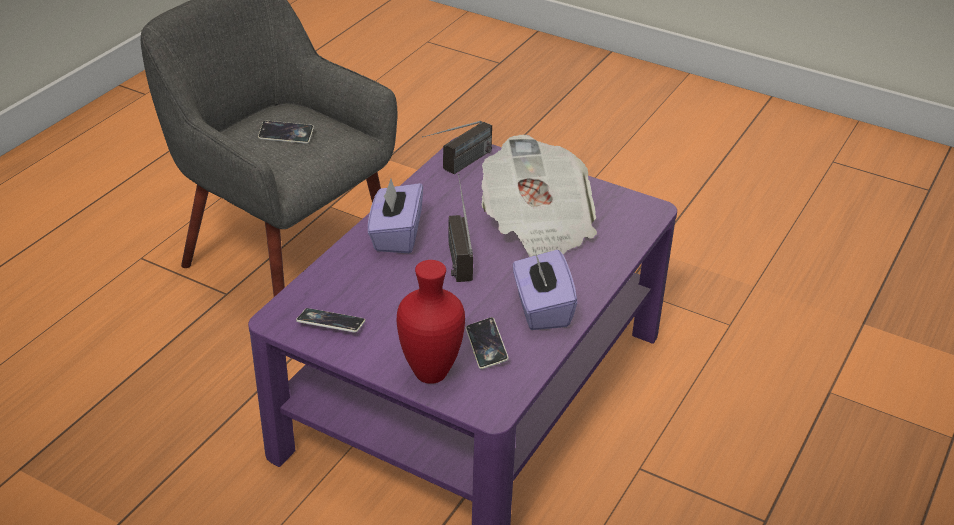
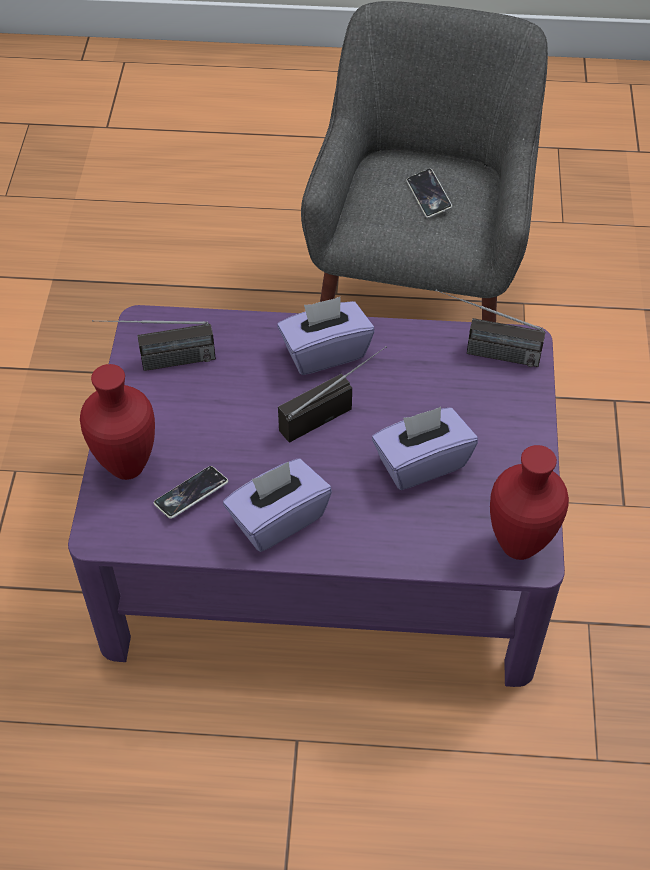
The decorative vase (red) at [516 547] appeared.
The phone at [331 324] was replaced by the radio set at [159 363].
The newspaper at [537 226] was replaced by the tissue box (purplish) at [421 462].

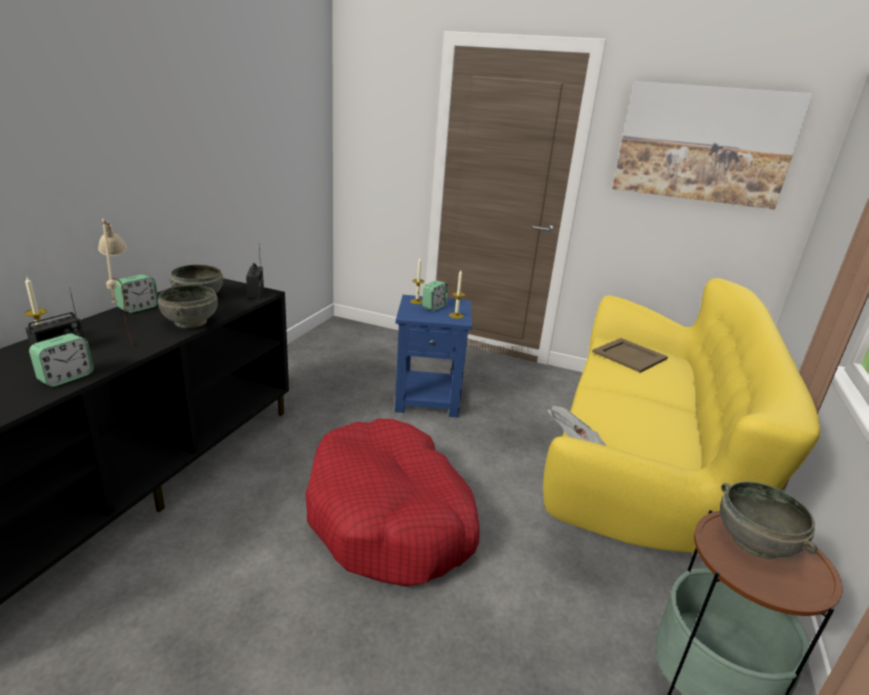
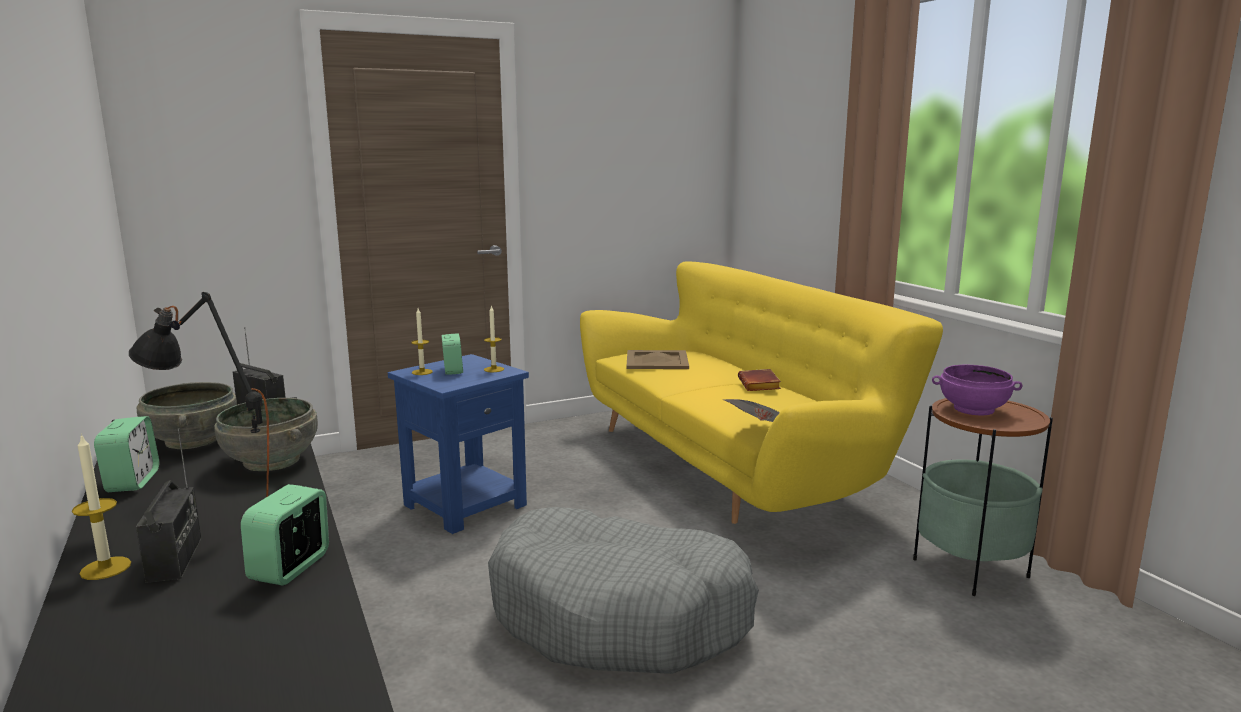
The picture at [703 144] disappeared.
The bound book (brown) at [760 385] appeared.
The lamp for a table (beige) at [124 334] became the lamp for a table (black-coloured) at [215 507].
The dog bed (red) at [391 517] became the dog bed (greyish) at [620 615].
The serving bowl (greyish) at [755 541] became the serving bowl (purplish) at [973 409].
The table clock at [66 378] turned 150 degrees counterclockwise.

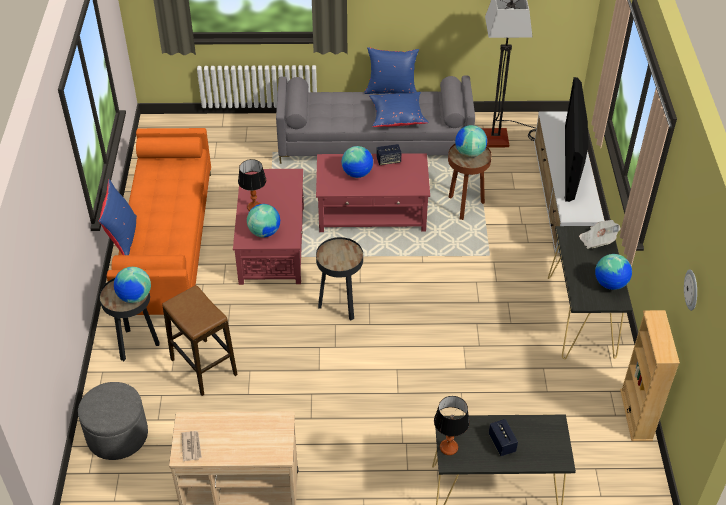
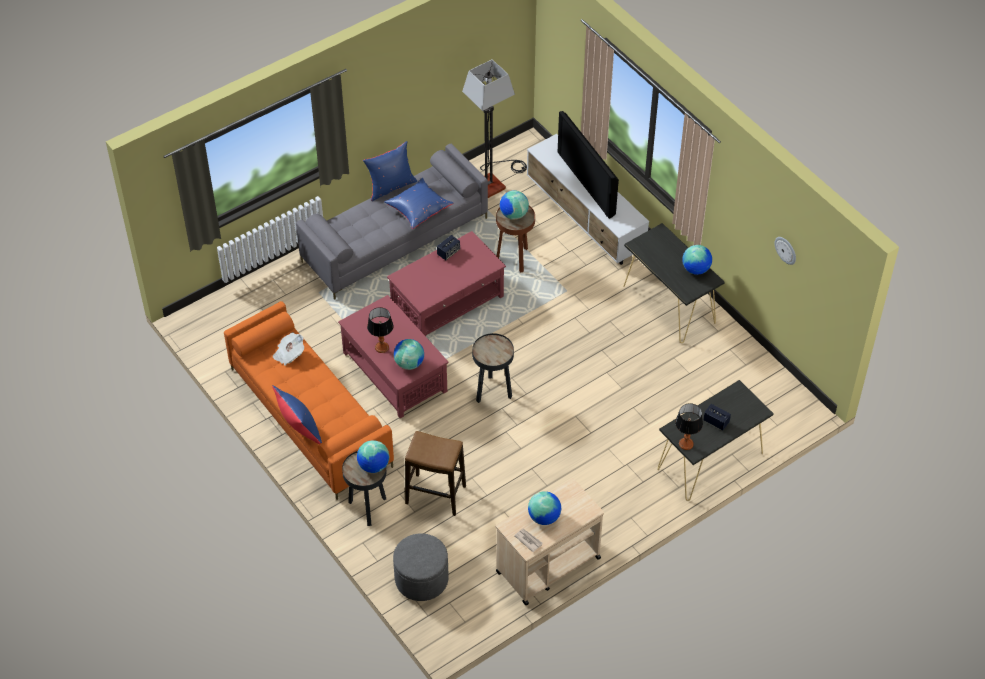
The shelving unit (beige) at [636 415] disappeared.
The desk globe moved from [357 173] to [544 517].
The newspaper moved from [597 241] to [289 354].

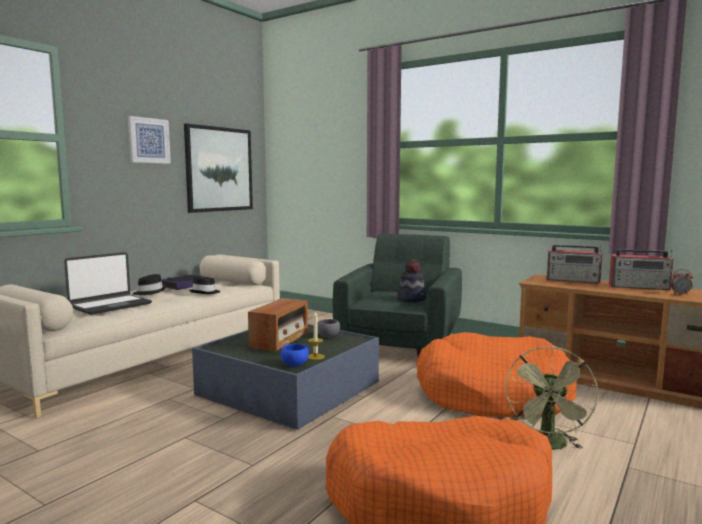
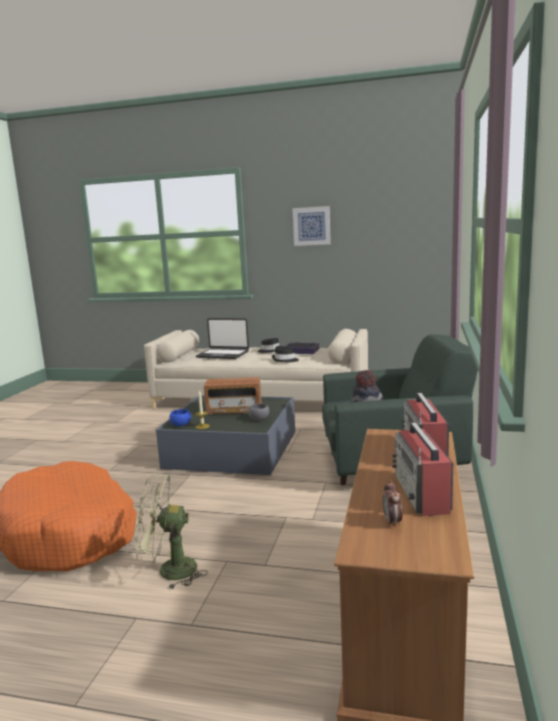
The picture at [219 169] disappeared.
The dog bed (orangey) at [492 394] disappeared.

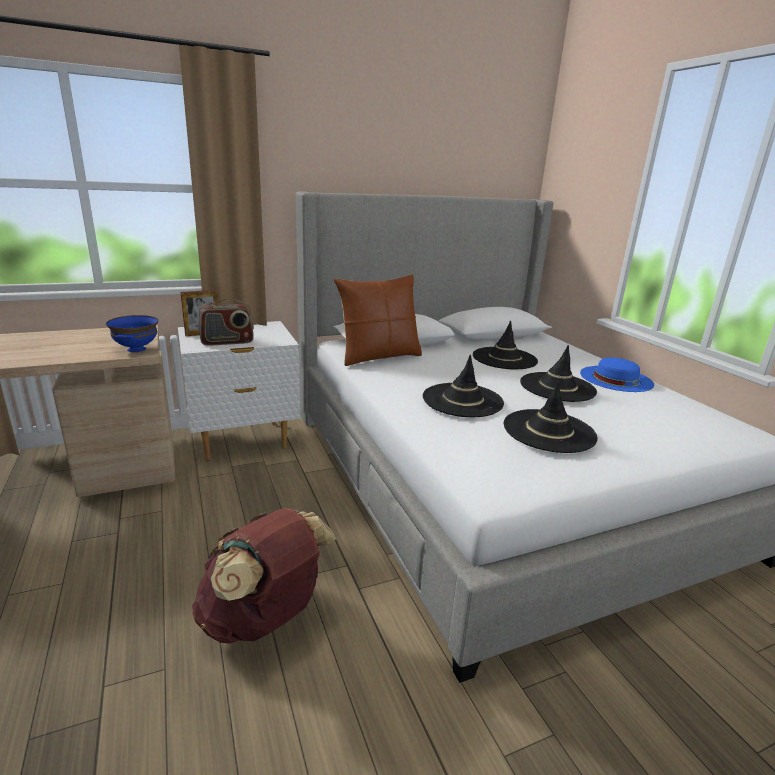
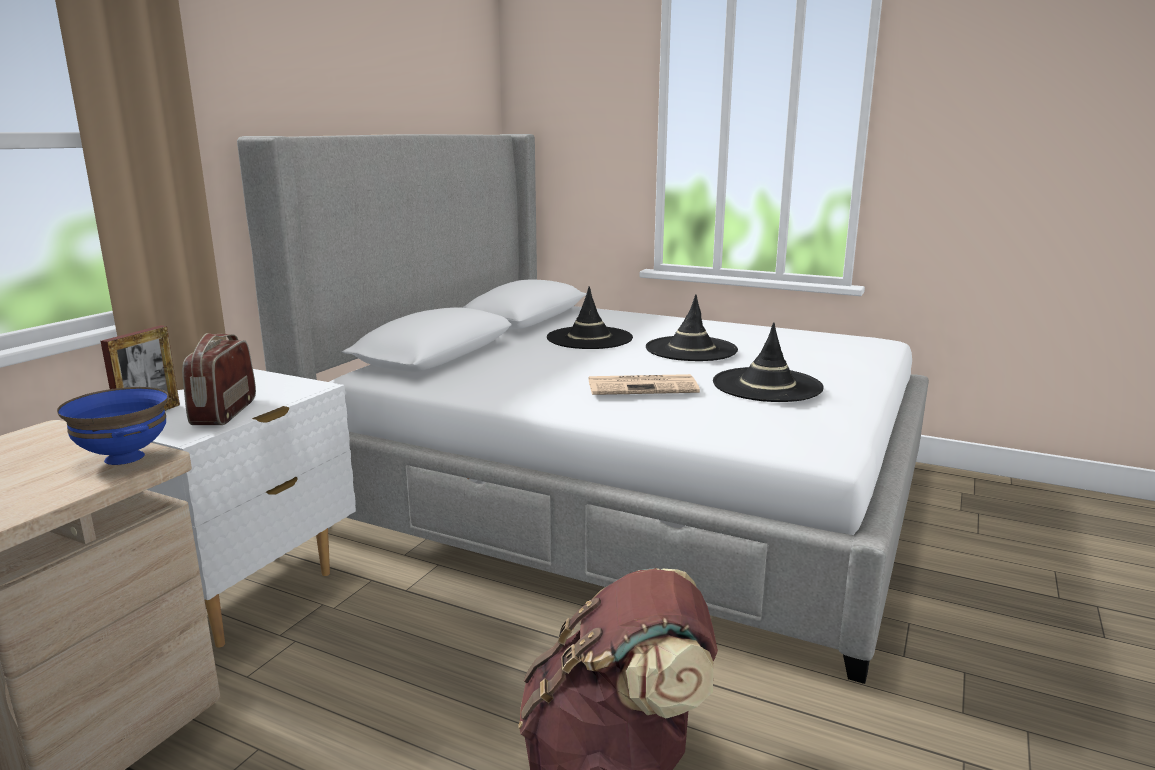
The cushion (brown) at [378 356] disappeared.
The wearable hat (blue-coloured) at [616 378] disappeared.
The wearable hat (black-coloured) at [462 400] was replaced by the newspaper at [643 386].
The radio set at [227 342] turned 150 degrees clockwise.

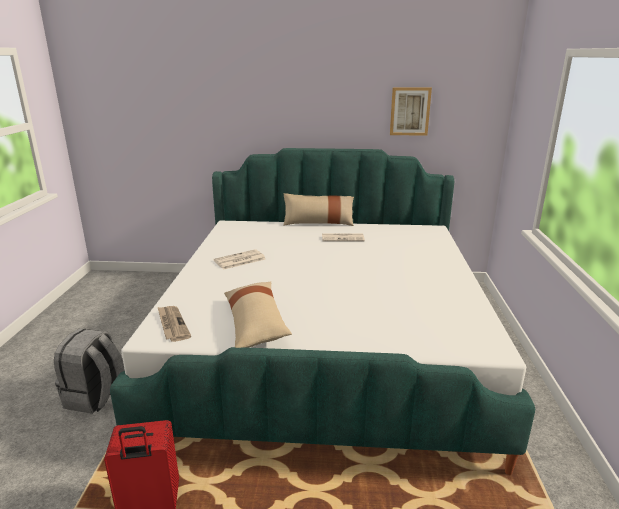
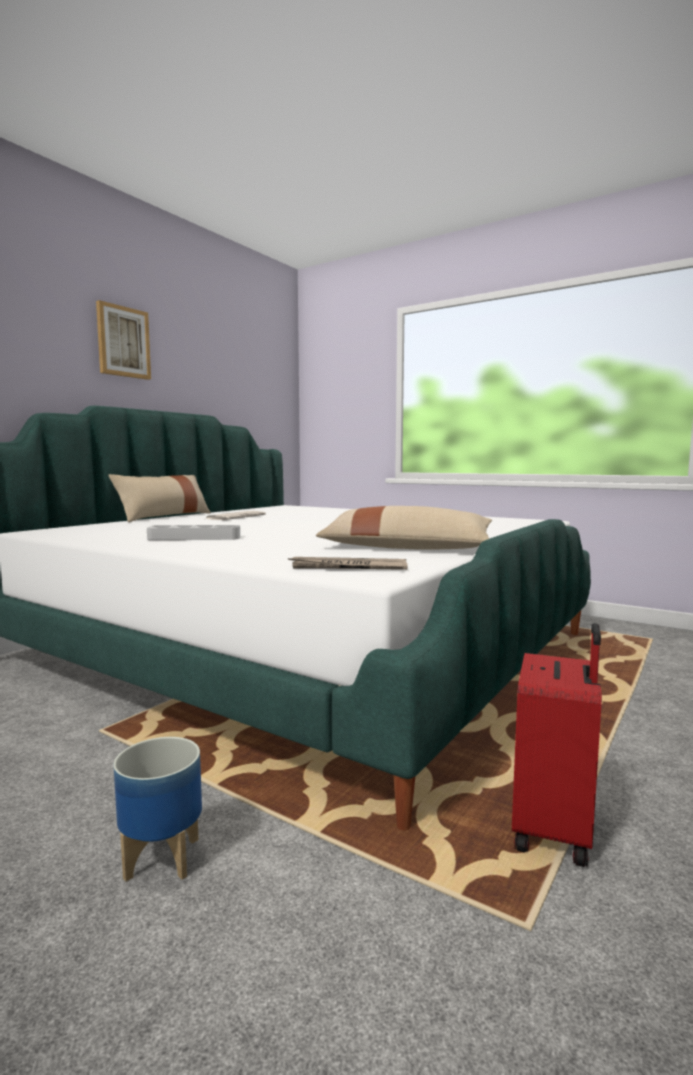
The picture moved from [410 111] to [123 342].
The backpack (greyish) at [96 397] was replaced by the planter at [163 858].
The newspaper at [239 260] was replaced by the serving tray (greyish) at [194 538].

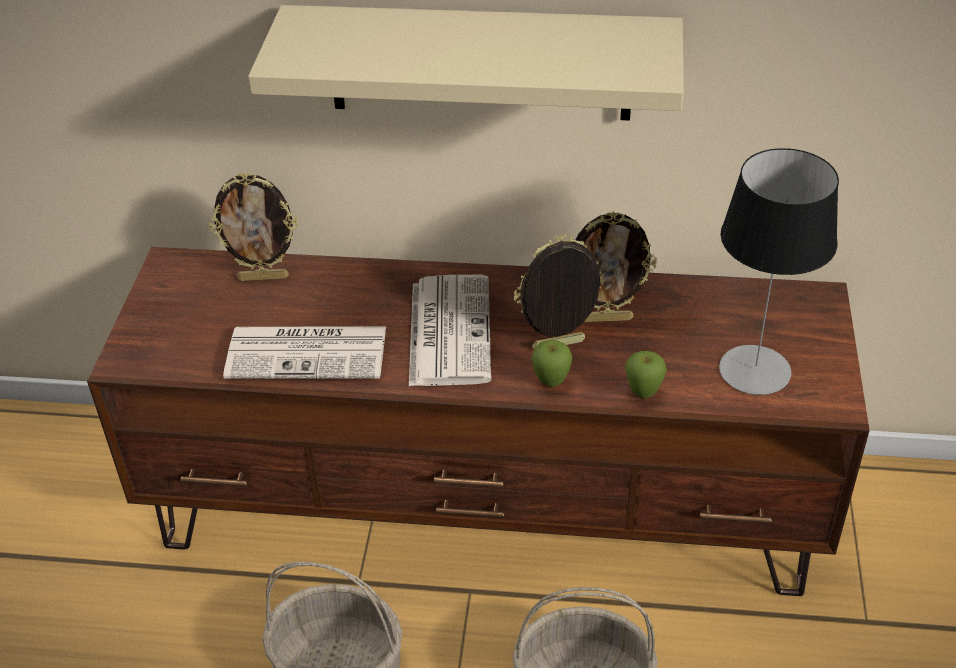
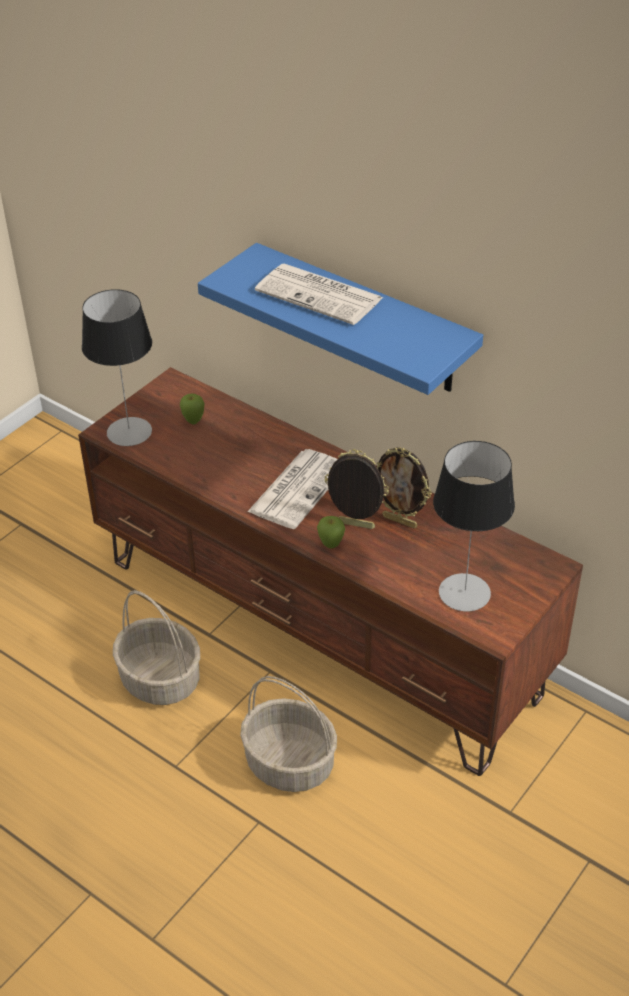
The photo frame at [263 277] disappeared.
The lamp for a table at [129 431] appeared.
The newspaper moved from [309 352] to [321 295].
The apple fruit moved from [643 394] to [193 421].
The bracket shelf (beige) at [479 63] became the bracket shelf (blue-coloured) at [364 319].

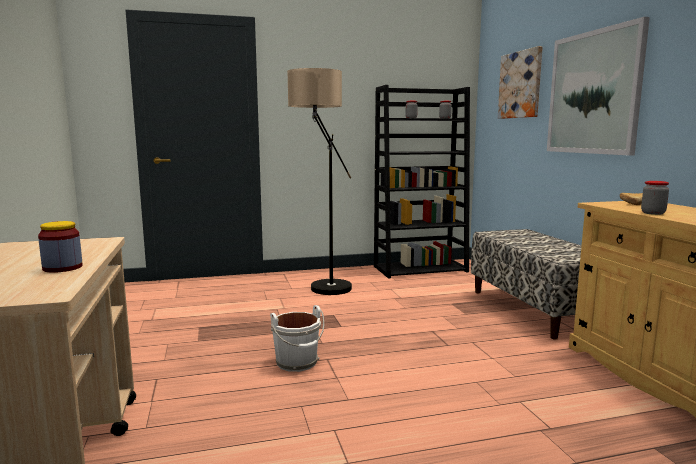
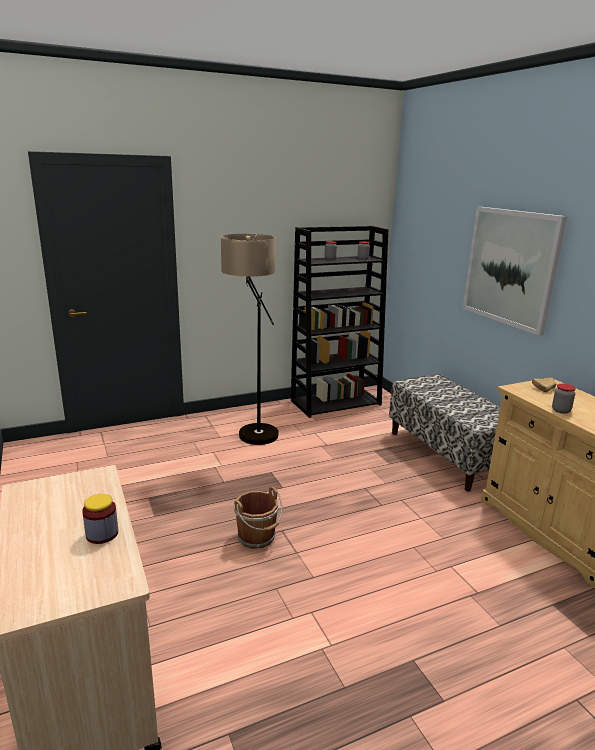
The picture at [520 85] disappeared.
The bucket (whitish) at [298 363] became the bucket (brown) at [257 538].

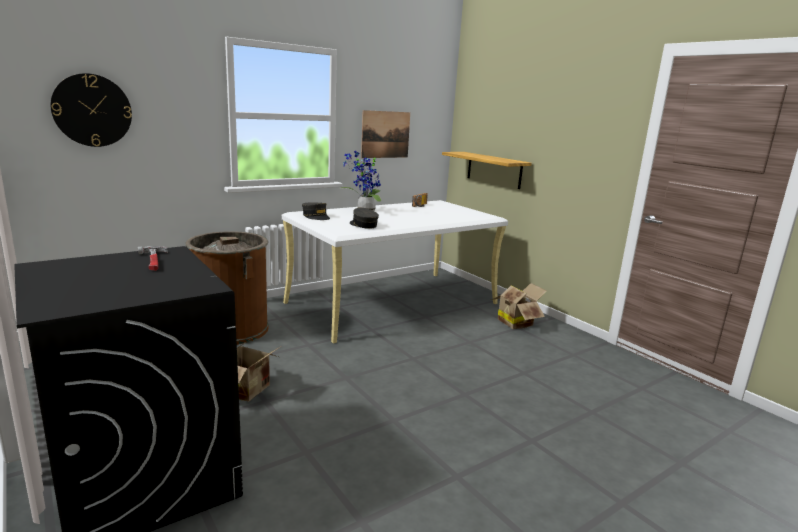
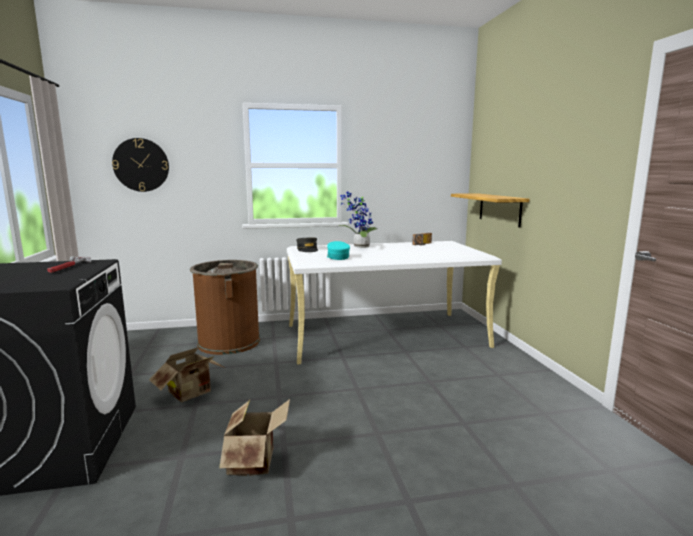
The picture at [385 134] disappeared.
The carton moved from [516 322] to [256 461].
The baseball cap (greyish) at [363 225] became the baseball cap (turquoise-coloured) at [337 257].

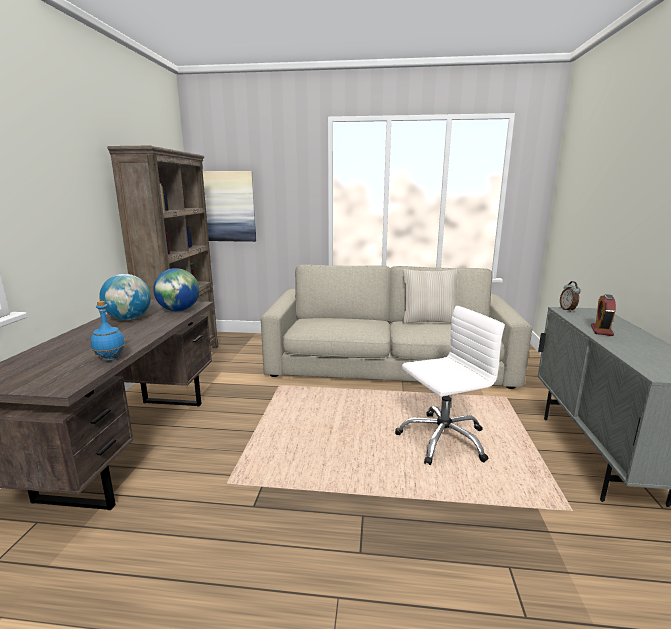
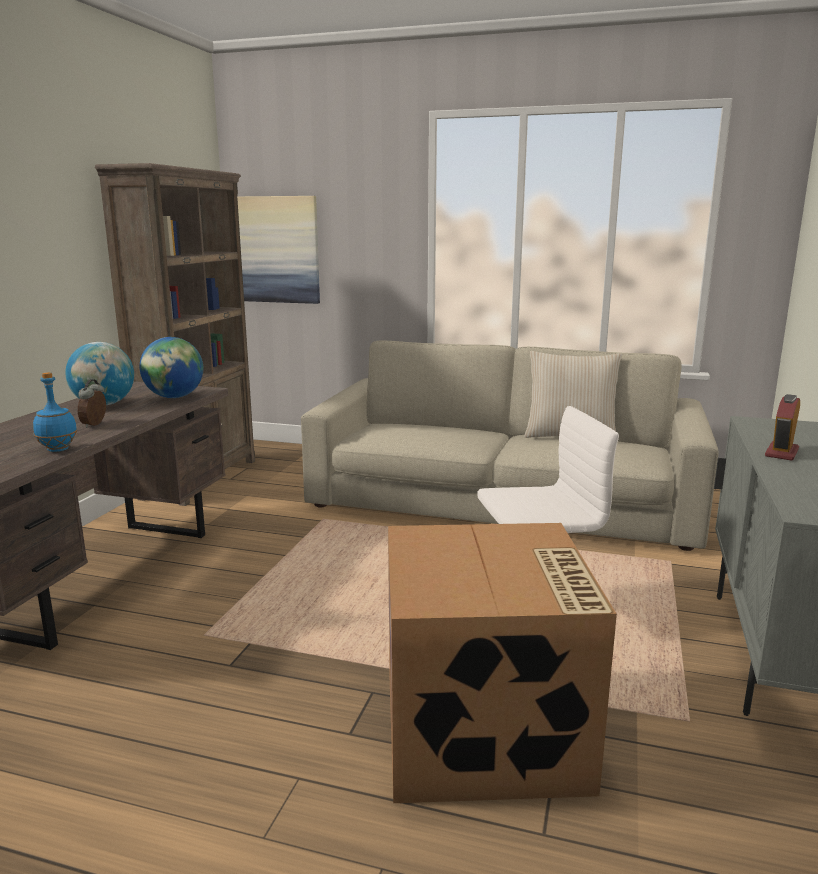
The carton at [485 731] appeared.
The table clock moved from [568 310] to [95 425].

